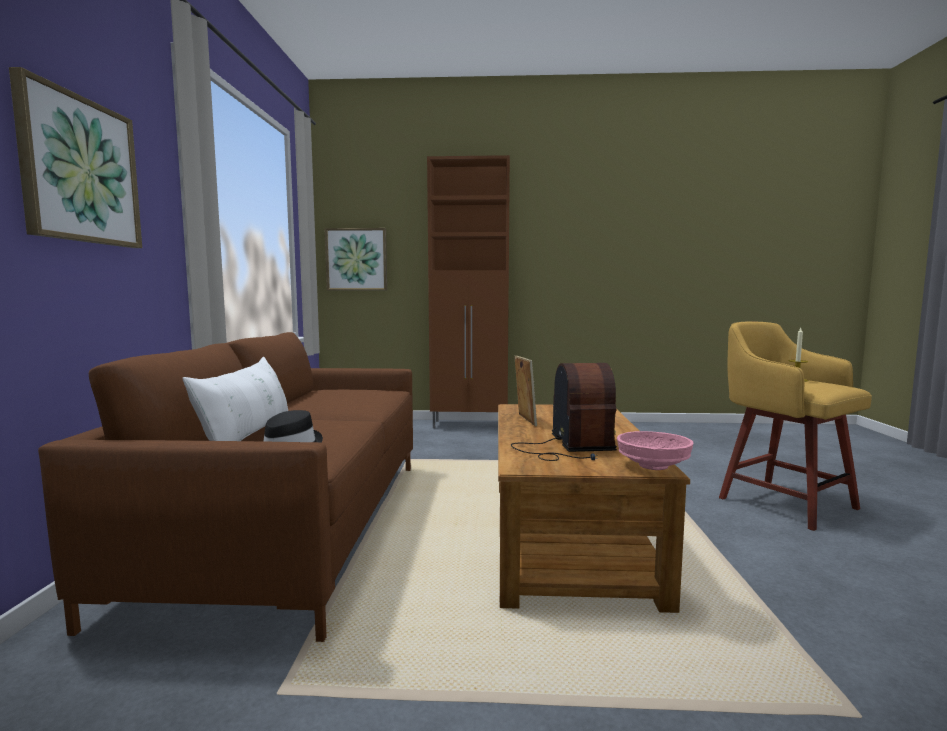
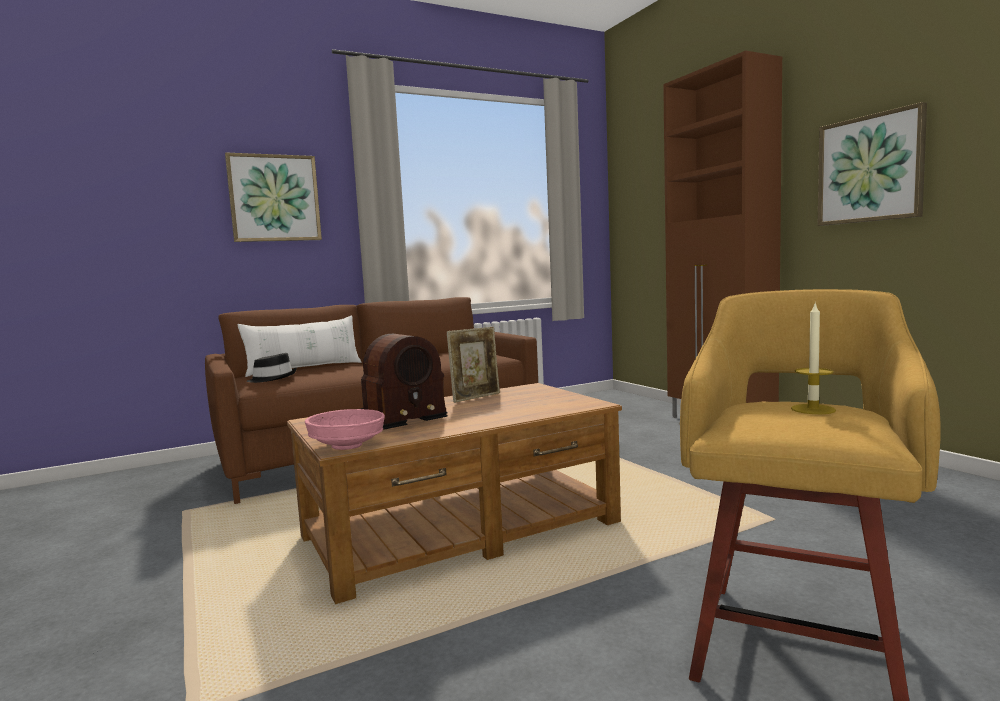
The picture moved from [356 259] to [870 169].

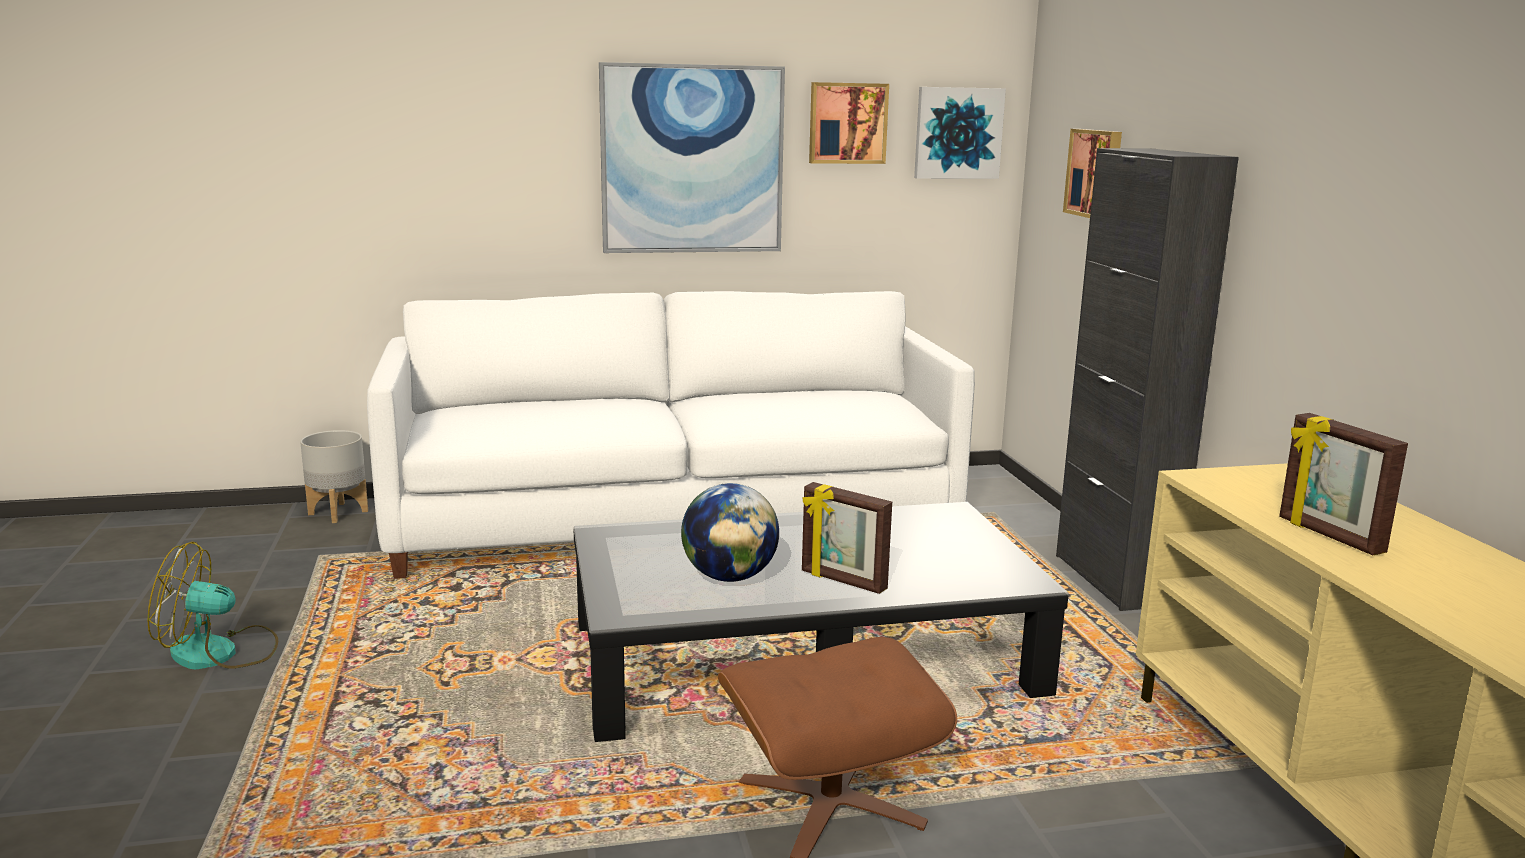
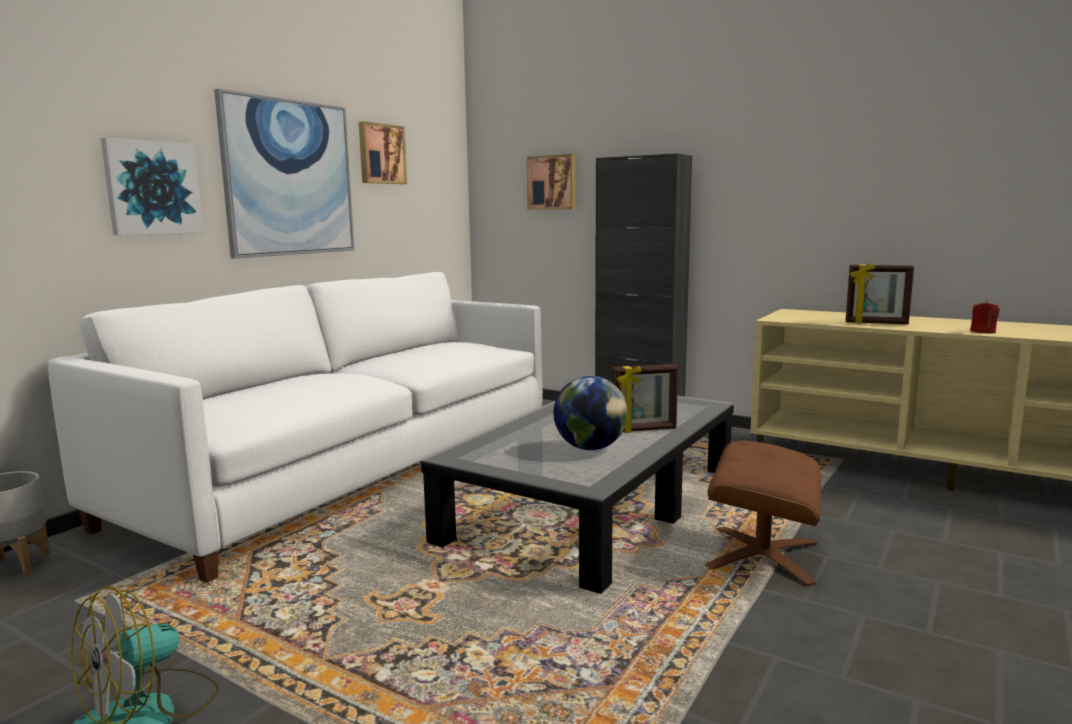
The wax candle (red) at [982 332] appeared.
The picture moved from [958 133] to [152 188].

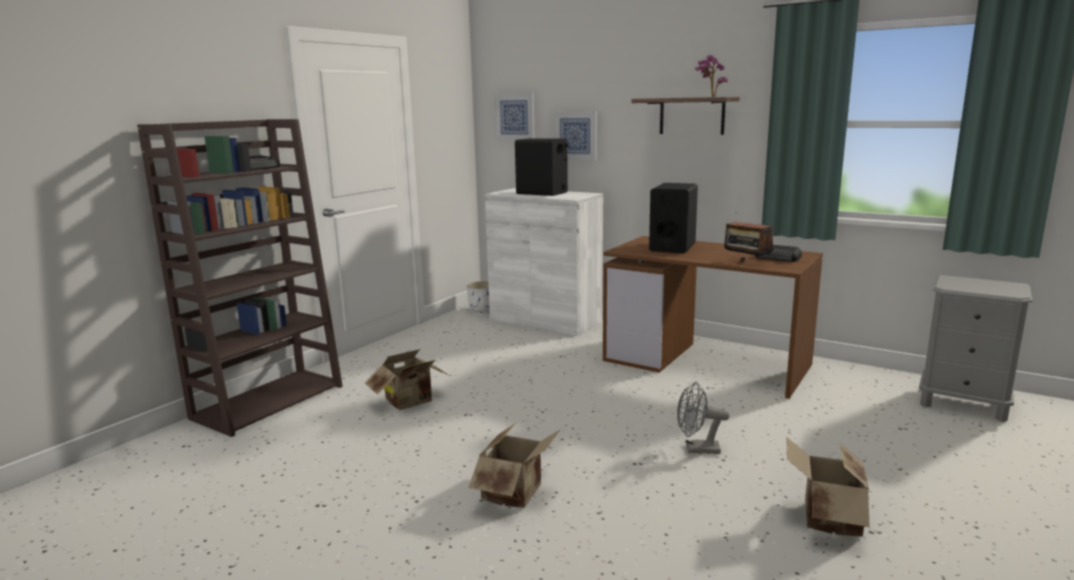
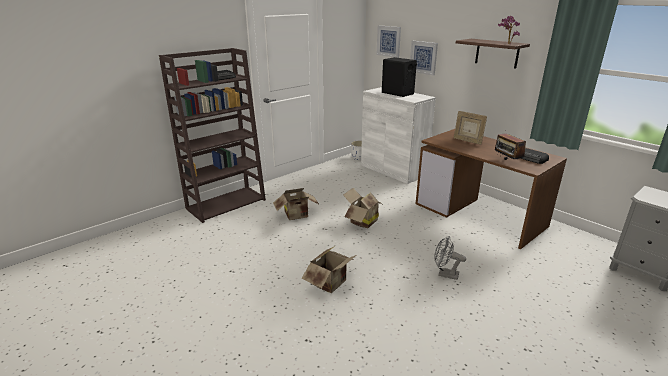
The carton moved from [826 520] to [361 221].
The audio speaker (black-coloured) at [672 247] was replaced by the photo frame at [467 141].

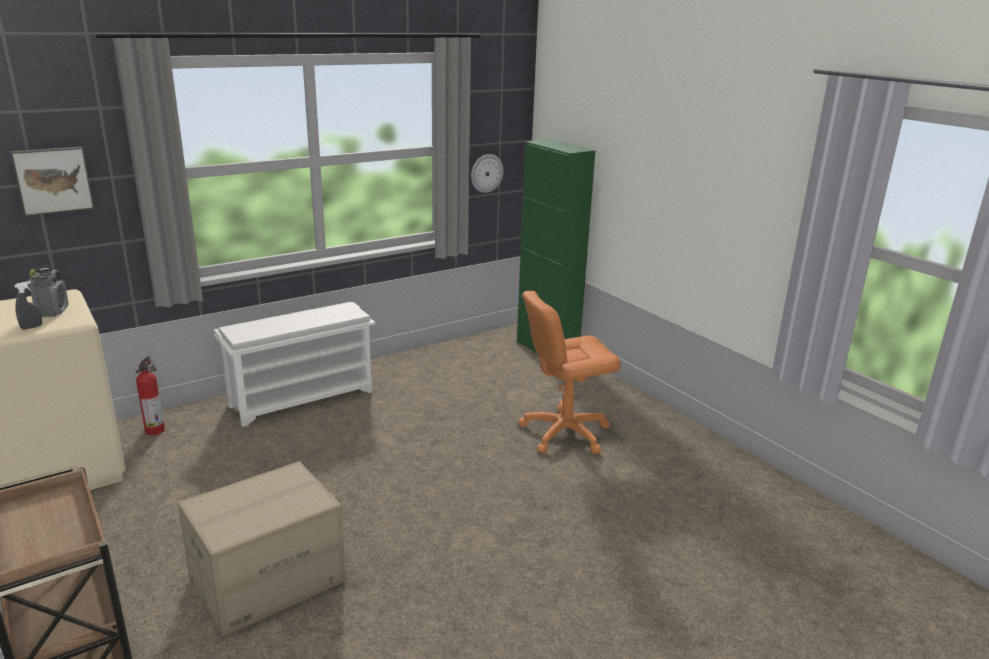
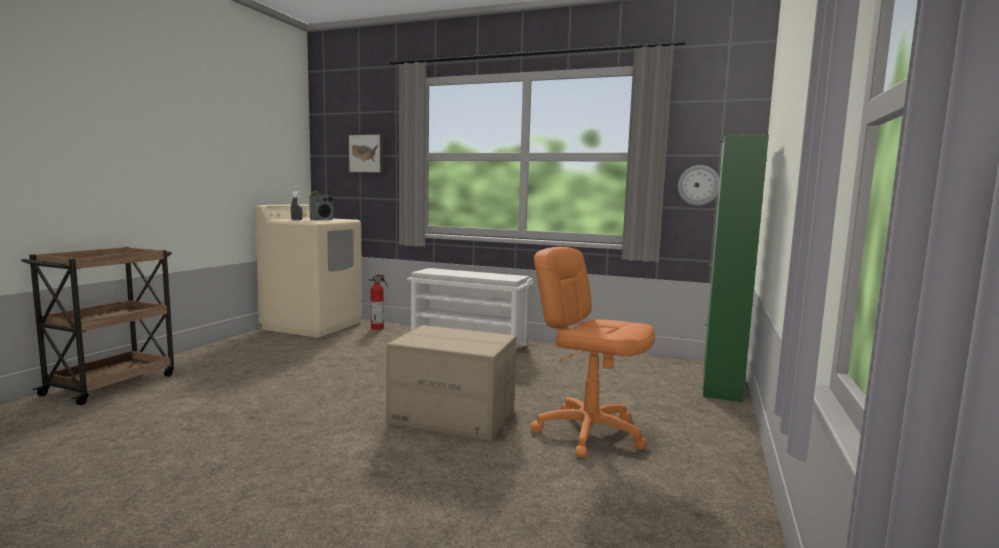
The carton moved from [268 580] to [453 416].

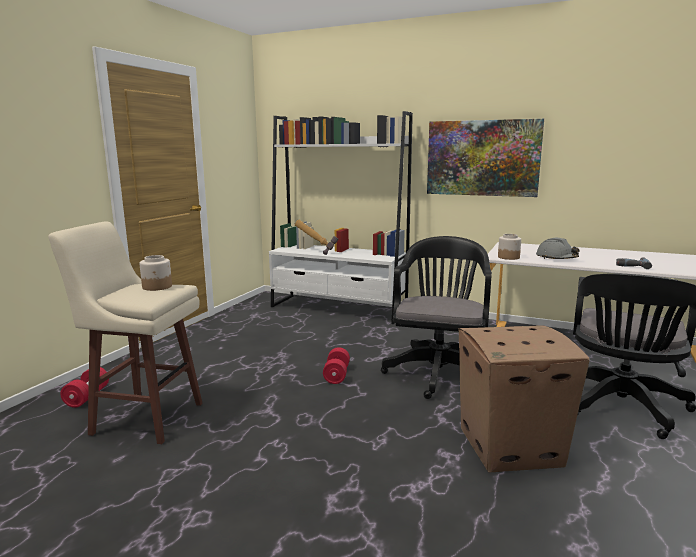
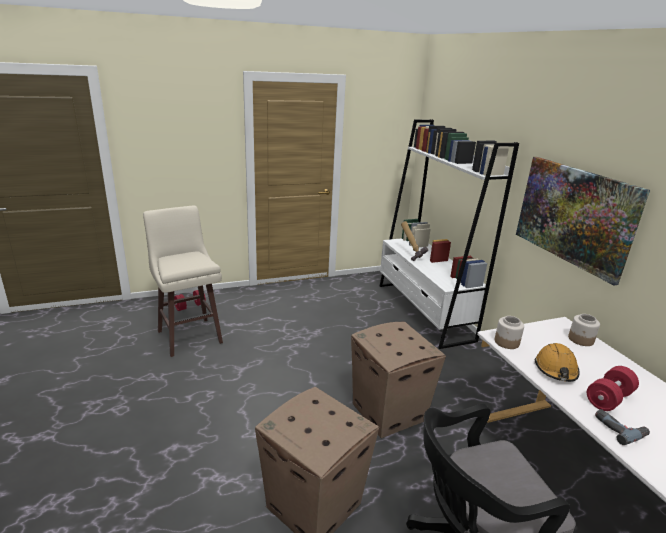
The preserve jar moved from [157 287] to [581 340].
The free weight (red) moved from [336 375] to [608 398].
The computer chair (black-coloured) at [439 371] was replaced by the carton at [389 412].
The safety helmet (greyish) at [556 258] became the safety helmet (orangey) at [556 369].

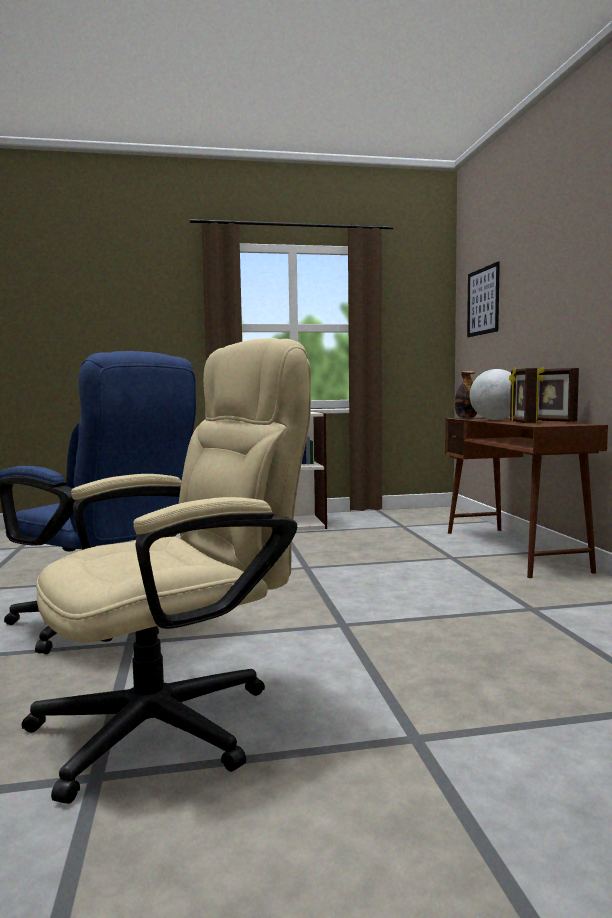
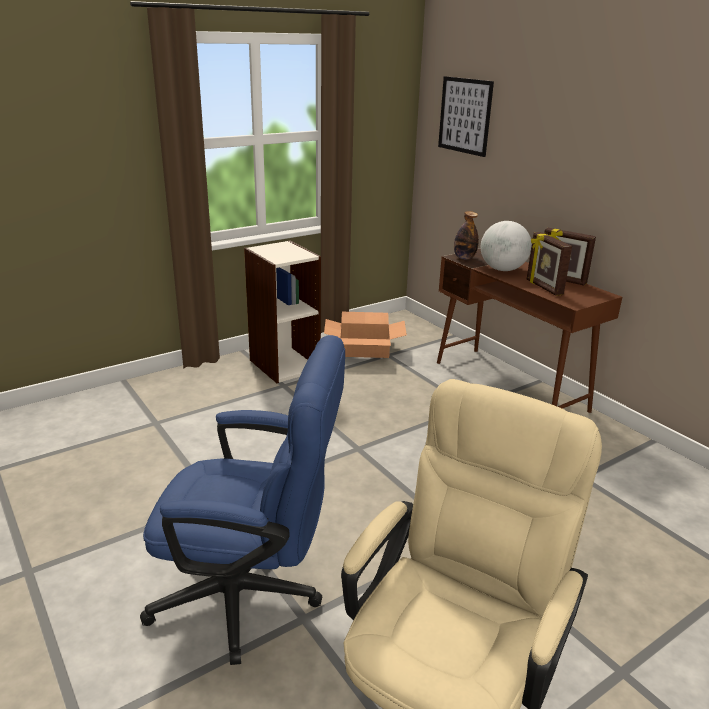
The carton at [364 349] appeared.

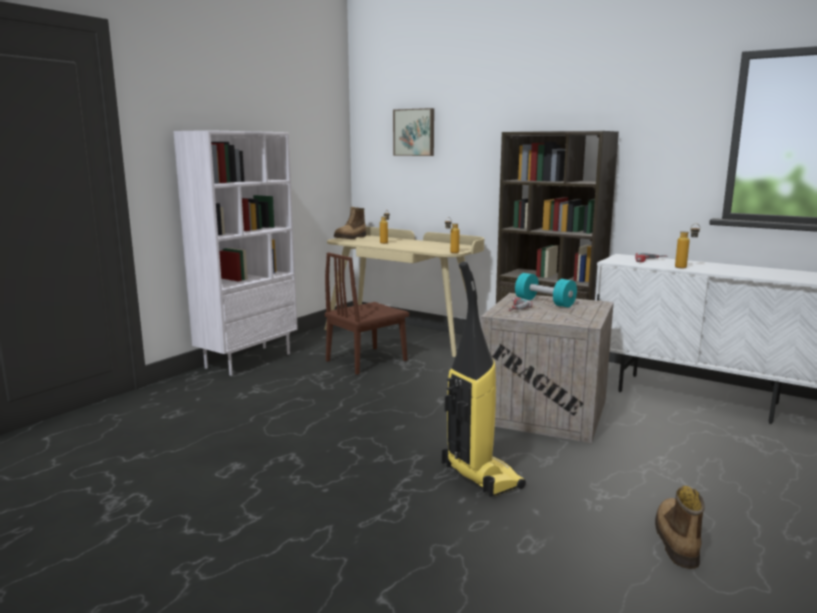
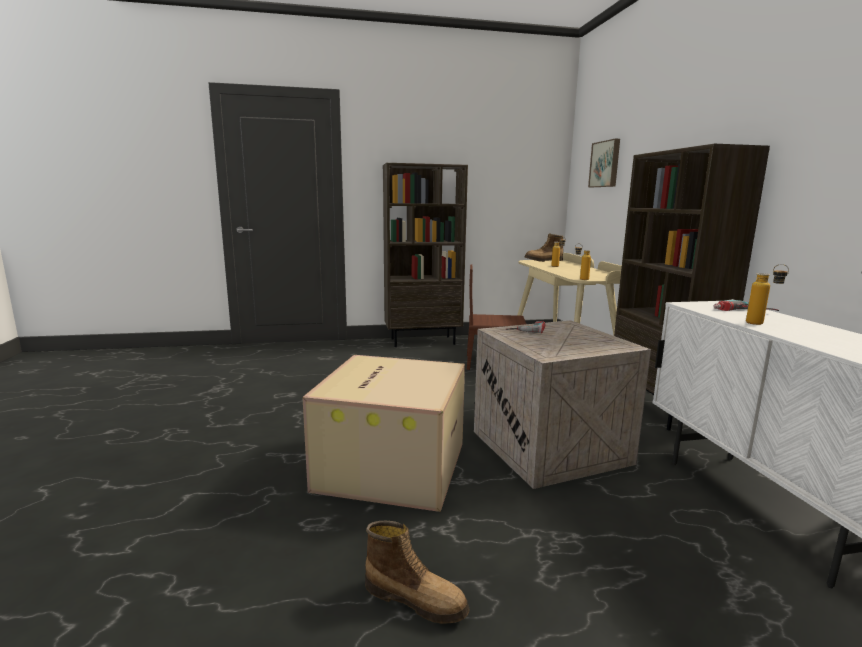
The free weight (turquoise-coloured) at [544 302] disappeared.
The vacuum at [479 476] was replaced by the carton at [390 464].
The shelving unit (whitish) at [248 360] became the shelving unit (brown) at [423 341].
The high-top boot at [675 540] turned 60 degrees clockwise.

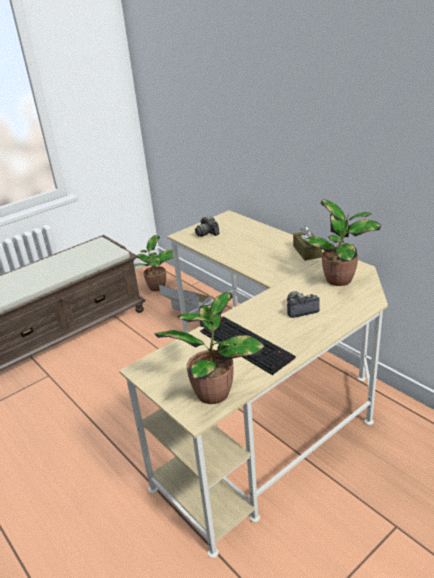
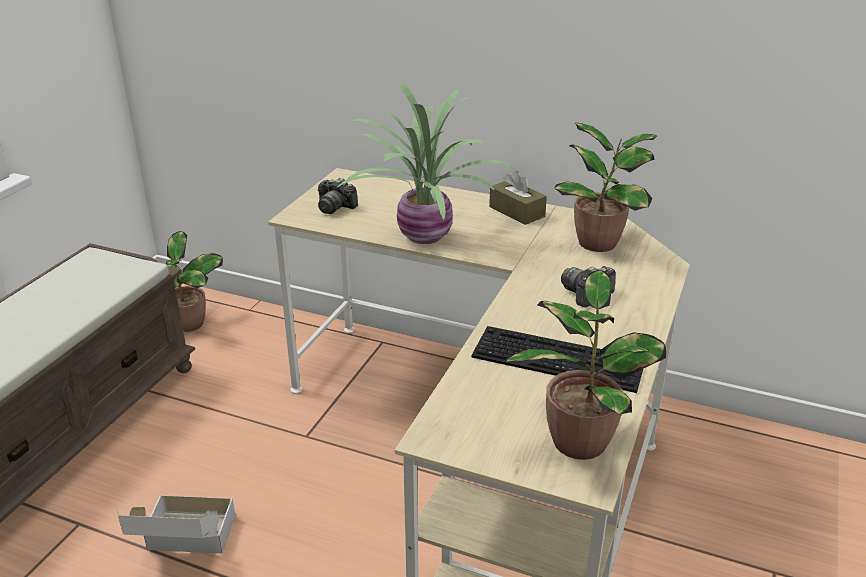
The plant in a pot at [424 237] appeared.
The carton moved from [186 311] to [185 548].

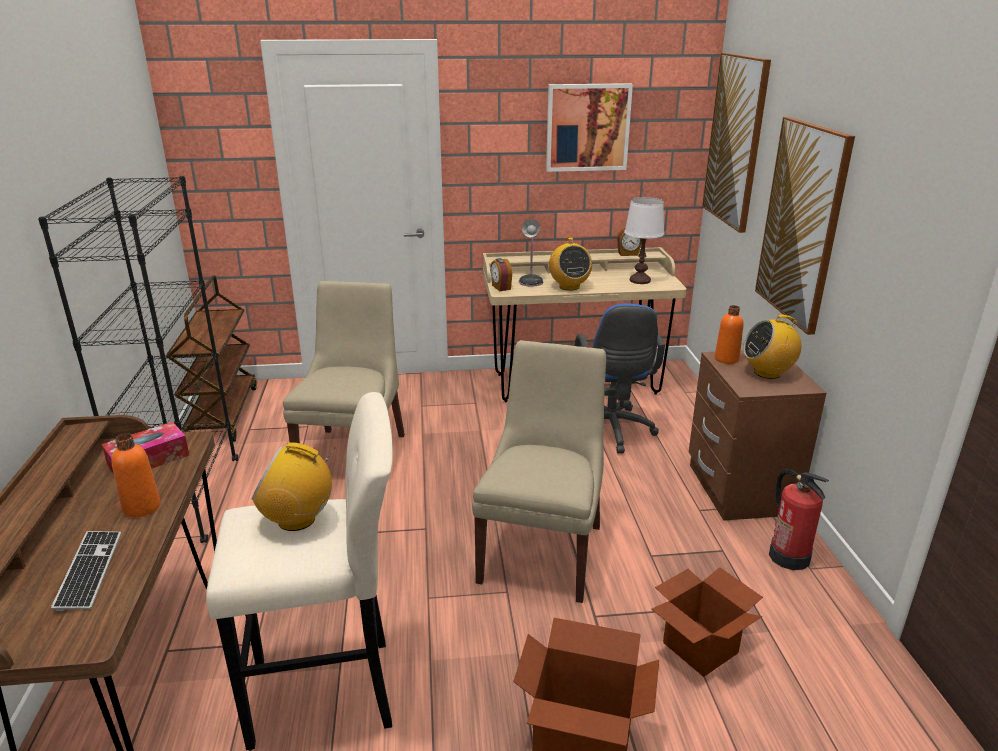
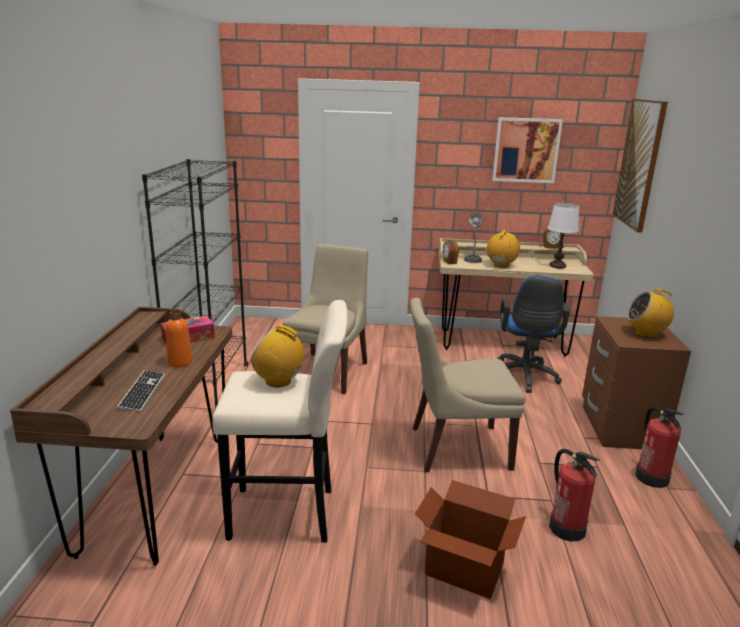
The trolley (brown) at [222 414] disappeared.
The drink bottle (orangey) at [726 359] disappeared.
The picture at [802 223] disappeared.
The carton at [700 648] was replaced by the fire extinguisher at [566 528].
The plain chair (beige) at [542 550] turned 120 degrees counterclockwise.
The radio set at [569 286] turned 150 degrees counterclockwise.

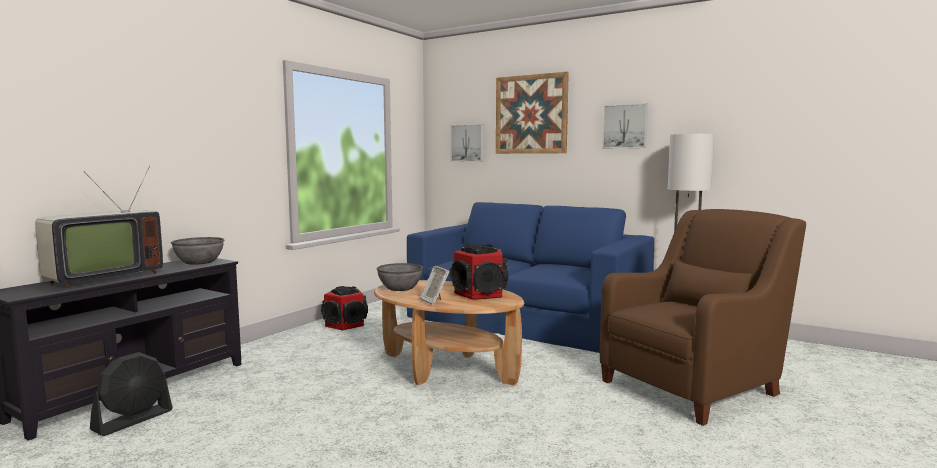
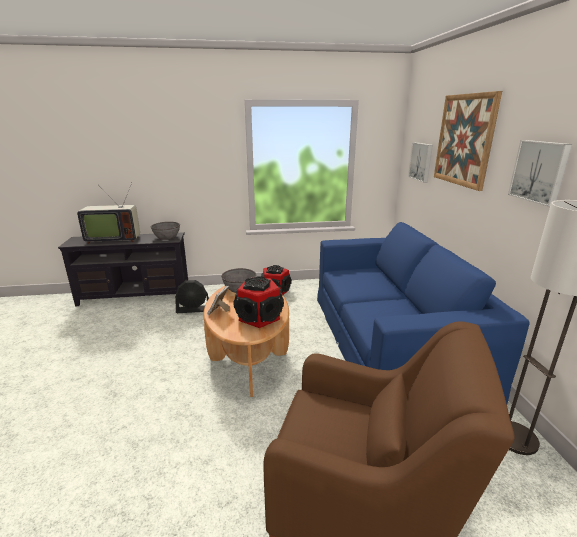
The fan (black-coloured) moved from [133 420] to [193 309].

